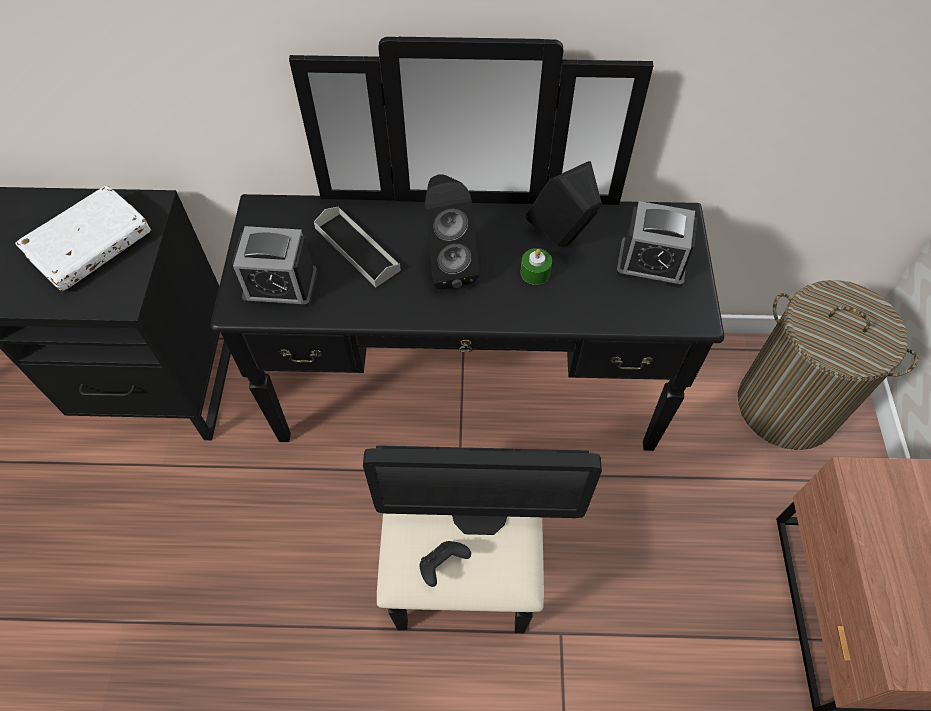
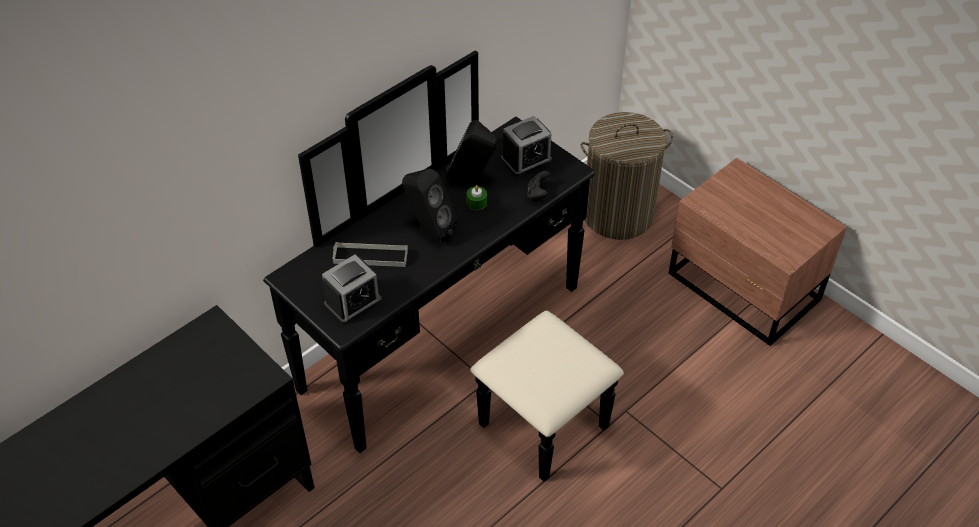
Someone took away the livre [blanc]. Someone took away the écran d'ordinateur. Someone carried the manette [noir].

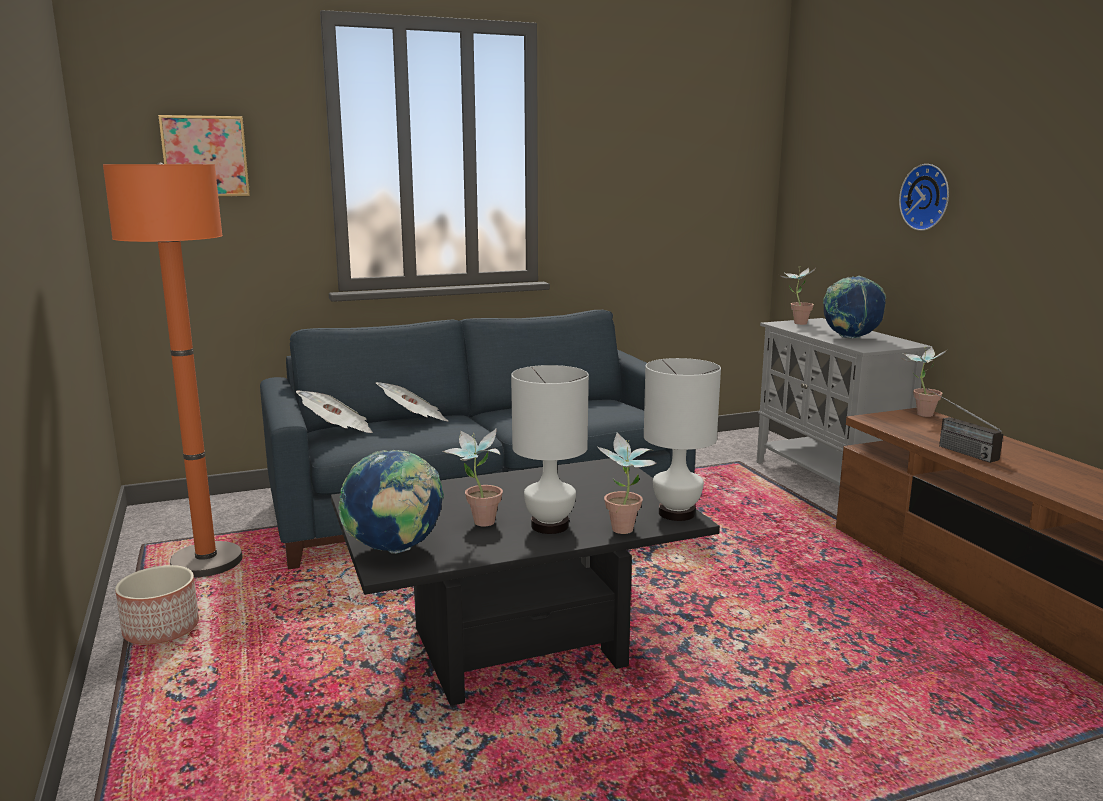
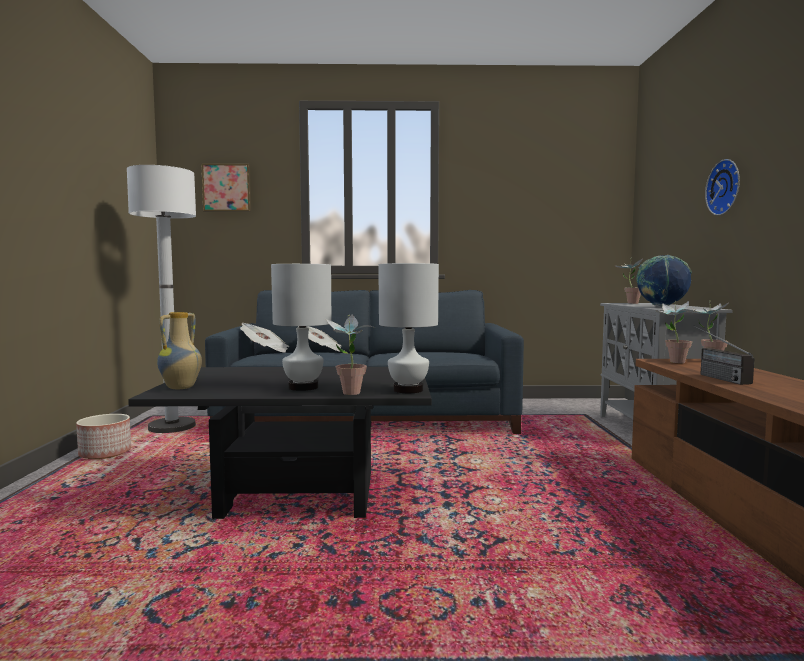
Someone repainted the lampadaire [orange], which became the lampadaire [blanc]. Someone carried the plante en pot (1st from left in the first image). Someone swapped the globe (1st from left) for the vase.

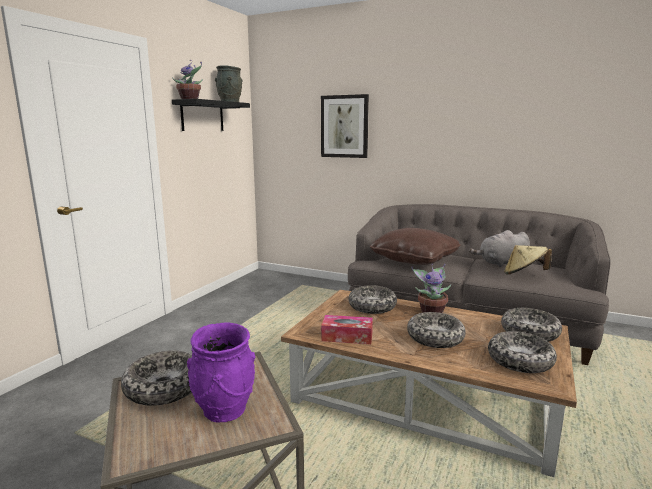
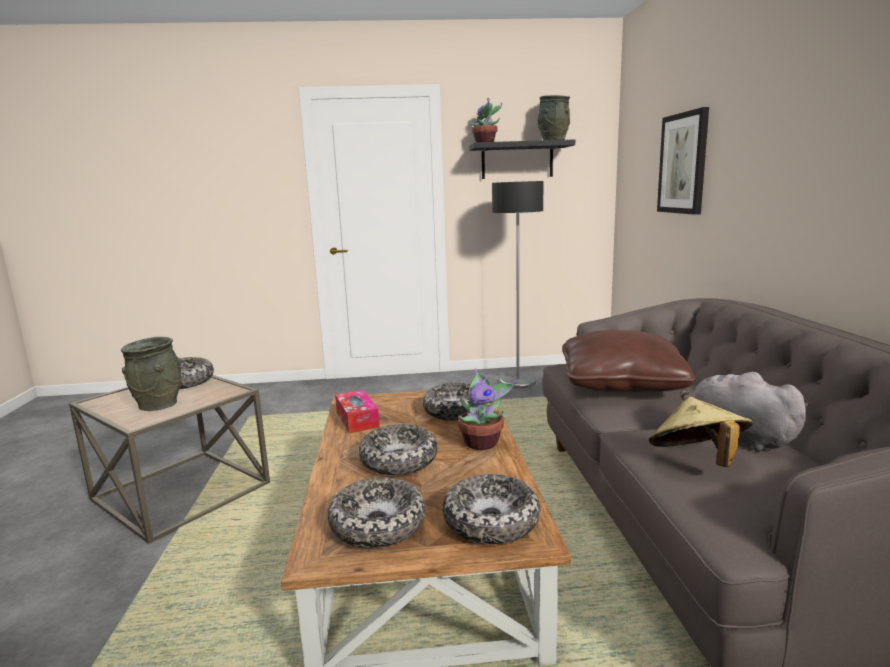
Someone repainted the vase [violet], which became the vase [gris] (1st from left). Someone put down the lampadaire.

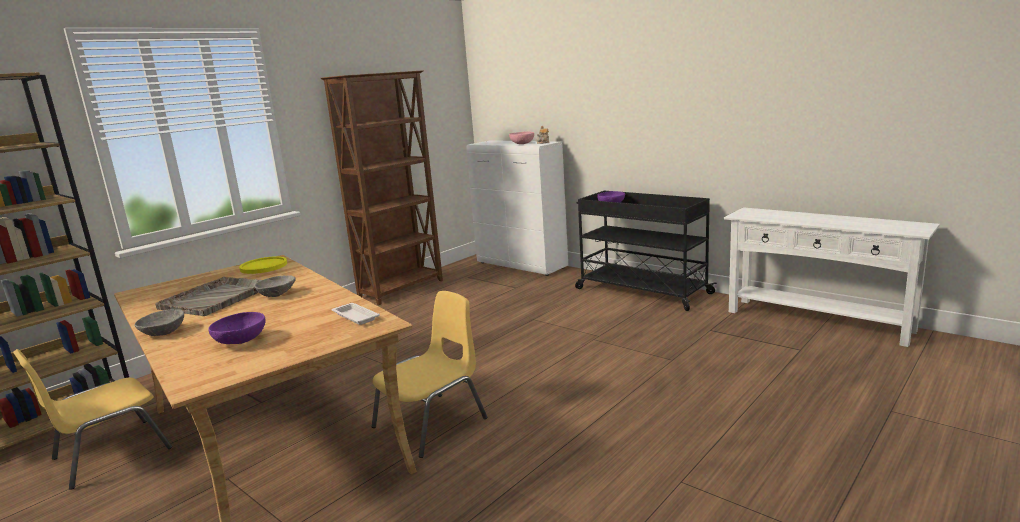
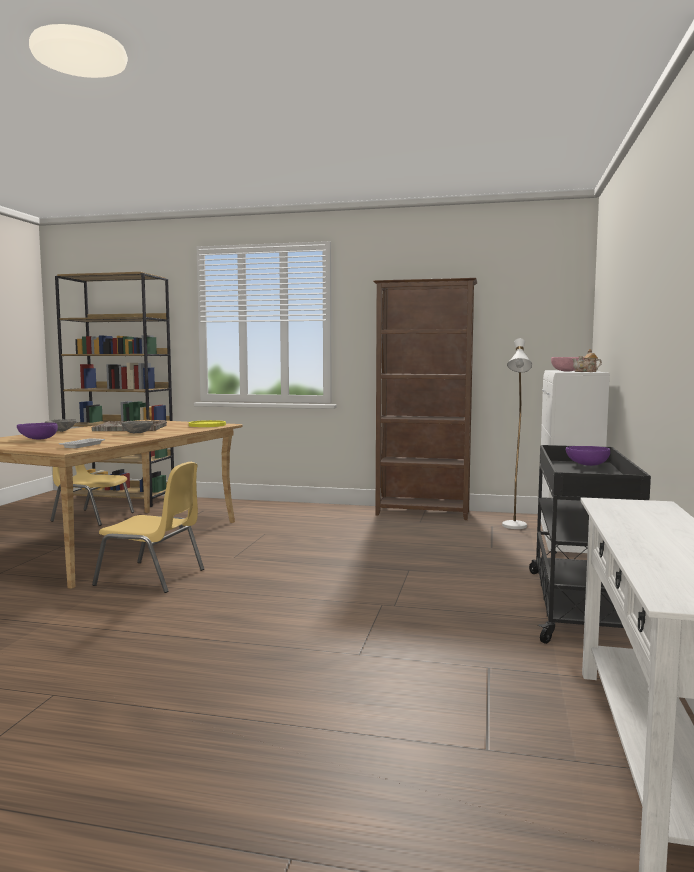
Someone put down the lampadaire [blanc].

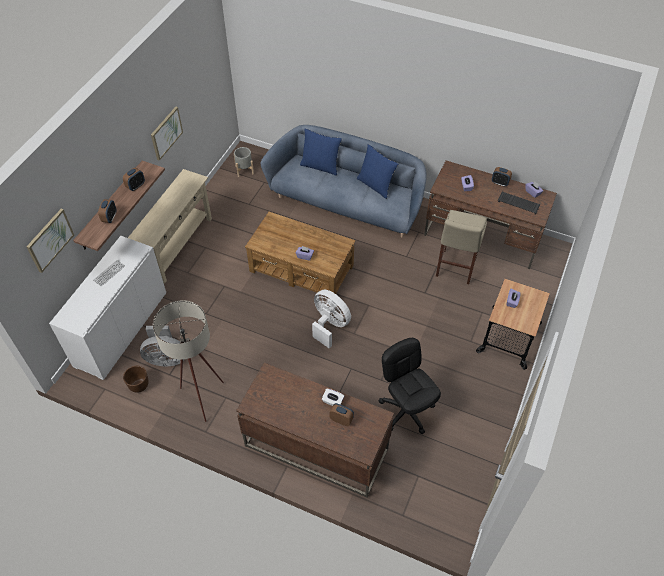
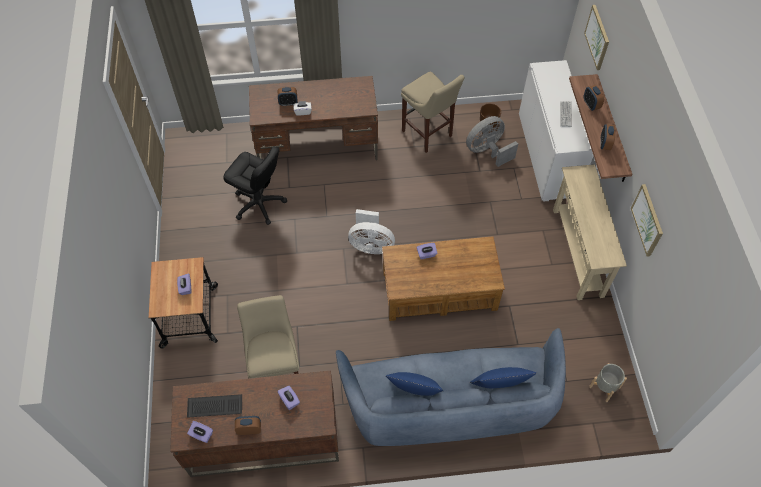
Someone swapped the lampadaire [beige] for the tabouret [beige] (2nd from left).

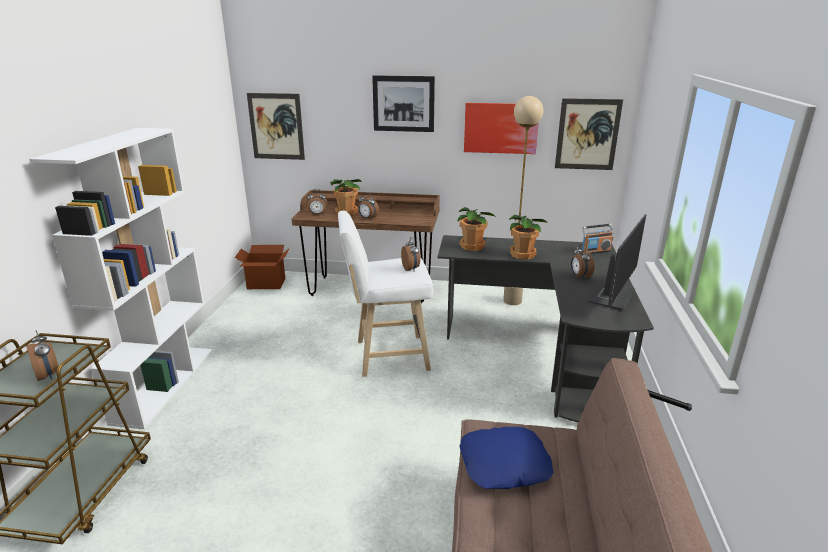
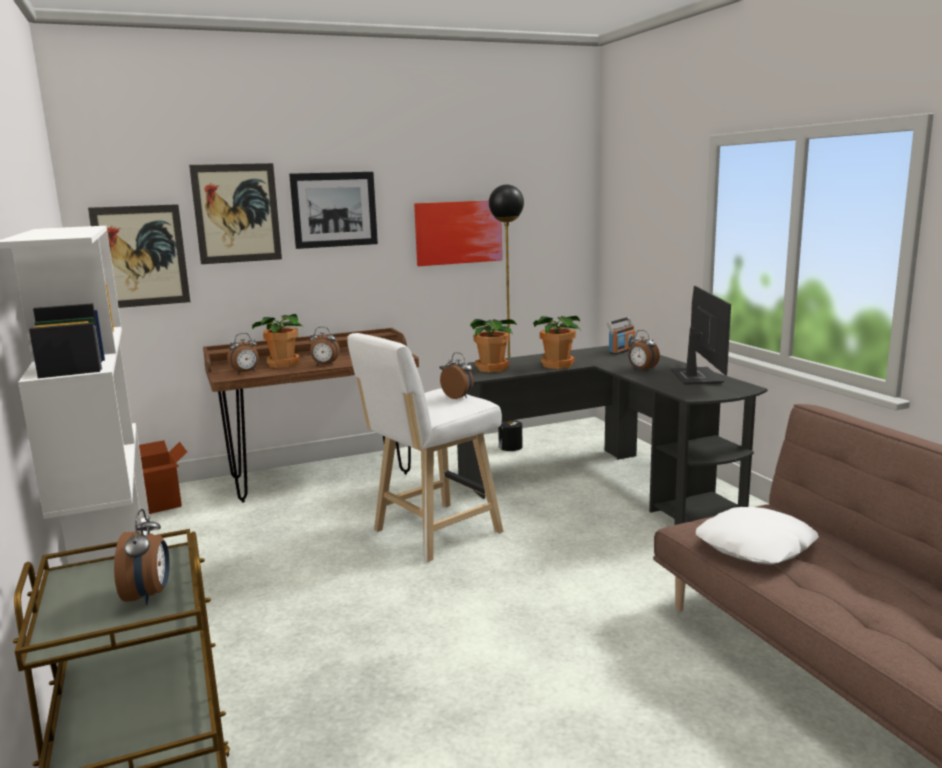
Someone repainted the lampadaire [beige], which became the lampadaire [noir]. Someone carried the tableau (4th from left in the first image). Someone rotated the réveil (1st from left) by 60 degrees clockwise. Someone repainted the coussin [bleu], which became the coussin [blanc].

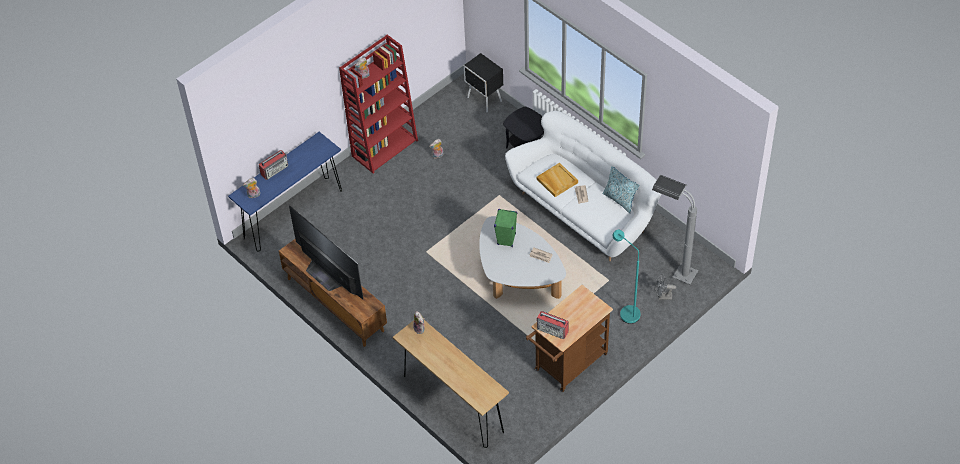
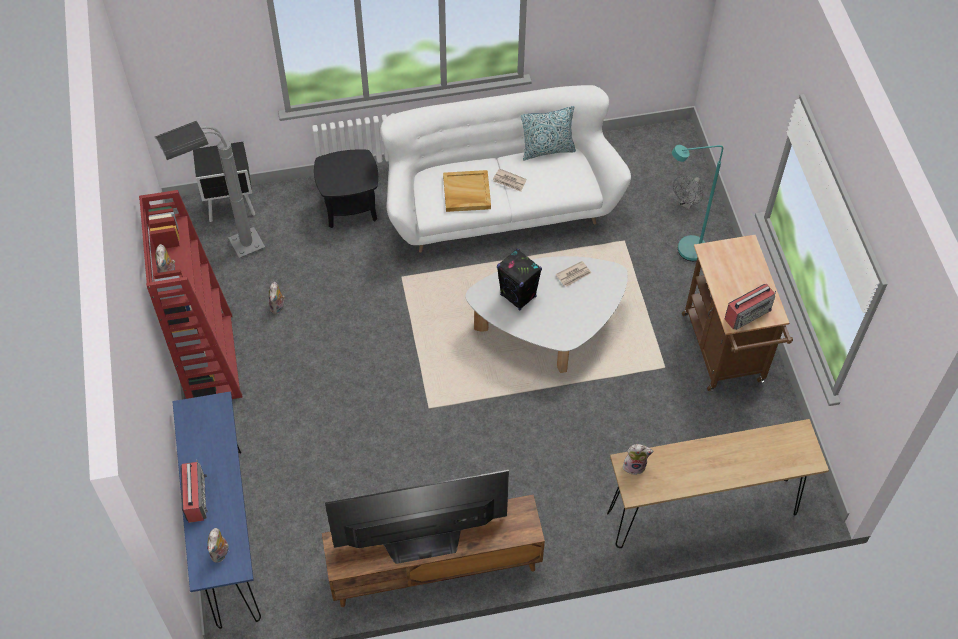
Someone carried the lampadaire [gris]. Someone repainted the enceinte [vert], which became the enceinte [noir].

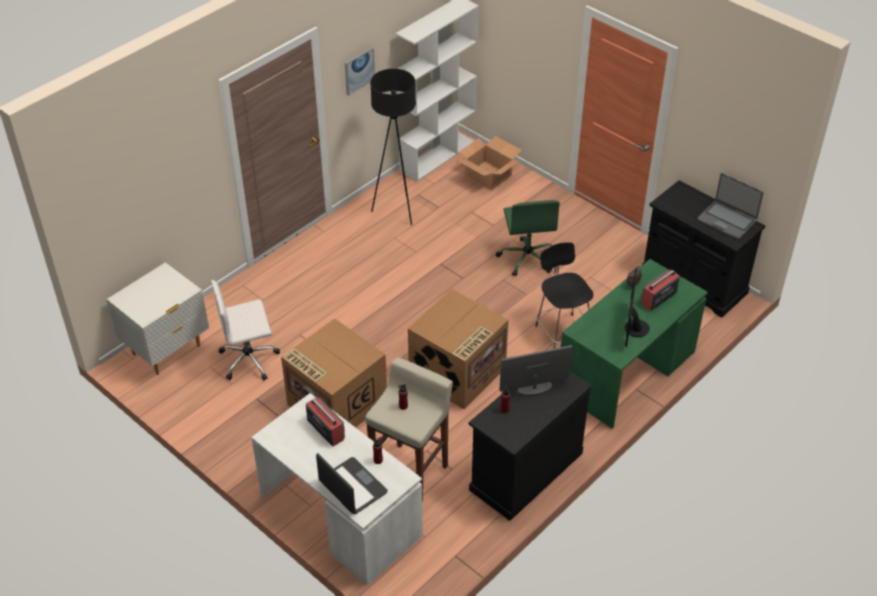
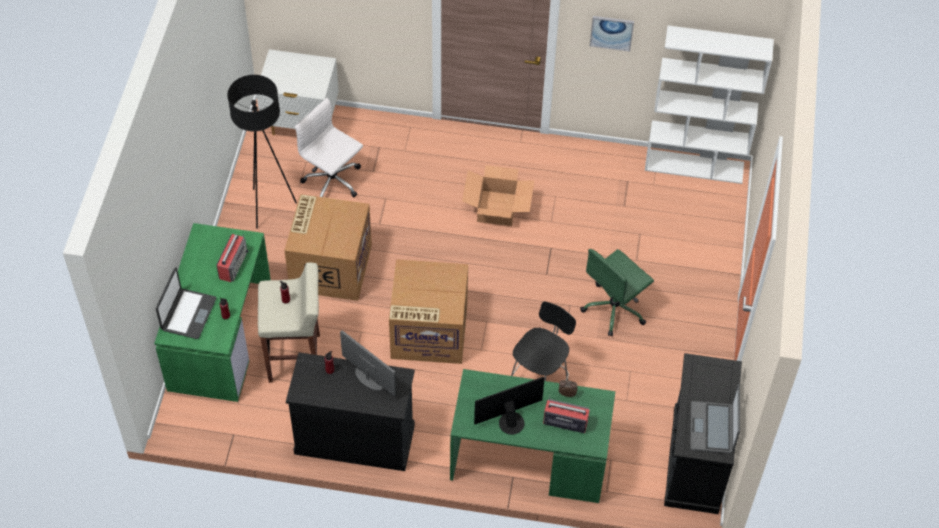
Someone carried the lampadaire [noir]. Someone carried the carton (3rd from left). Someone repainted the bureau [blanc], which became the bureau [vert] (1st from left).

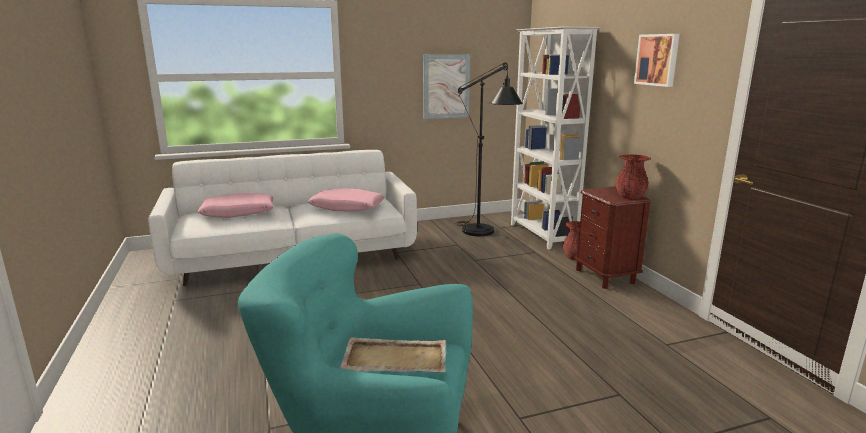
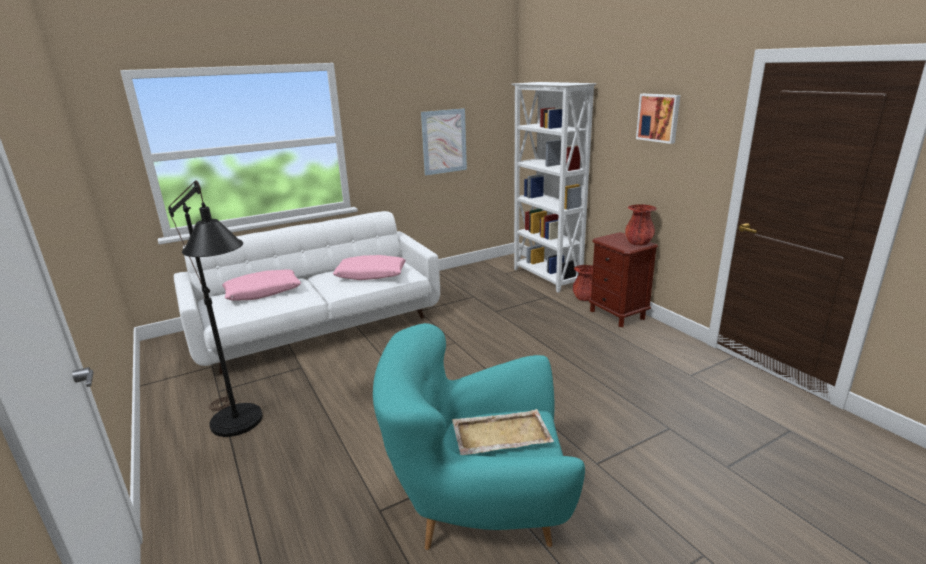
Someone carried the lampadaire [noir].

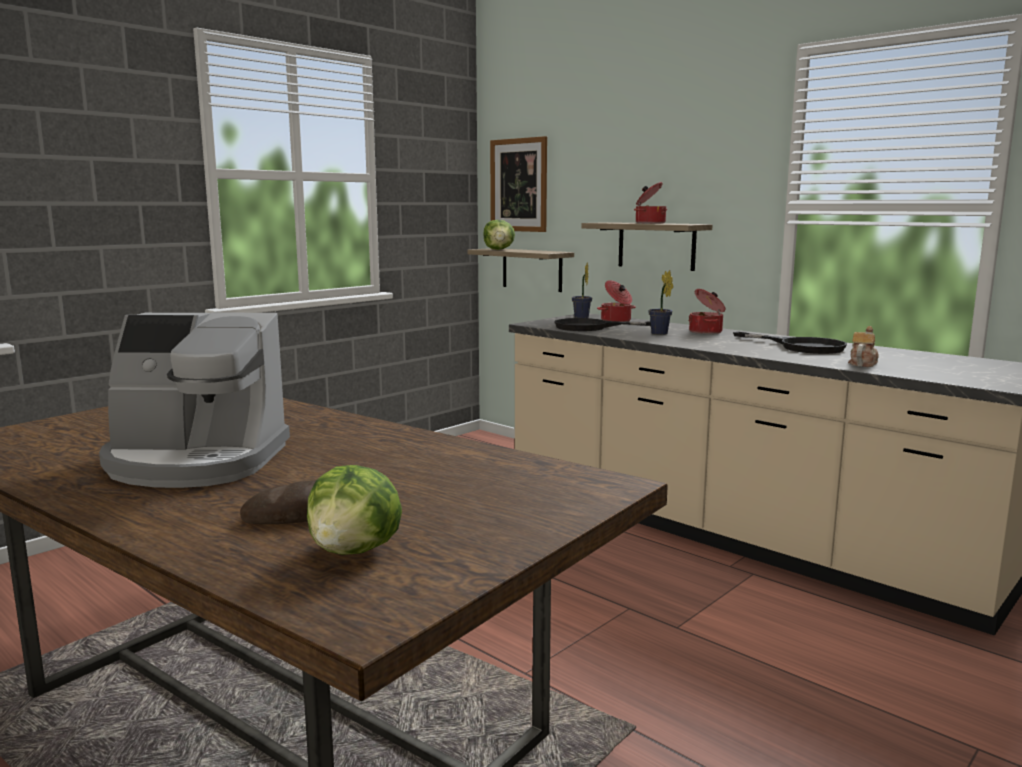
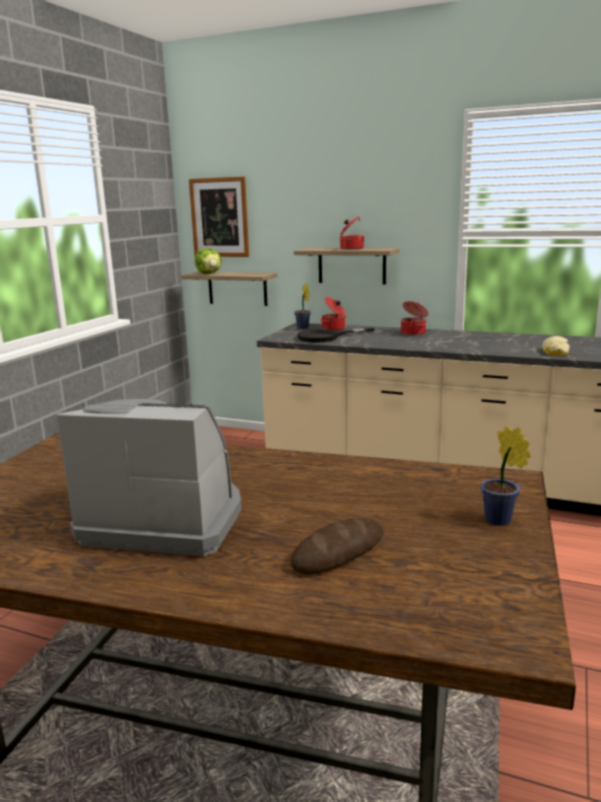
Someone carried the plante en pot (2nd from left). Someone rotated the machine à café by 150 degrees counterclockwise. Someone swapped the théière for the pain (2nd from left). Someone took away the poêle [noir] (2nd from left). Someone took away the laitue (1st from left).

